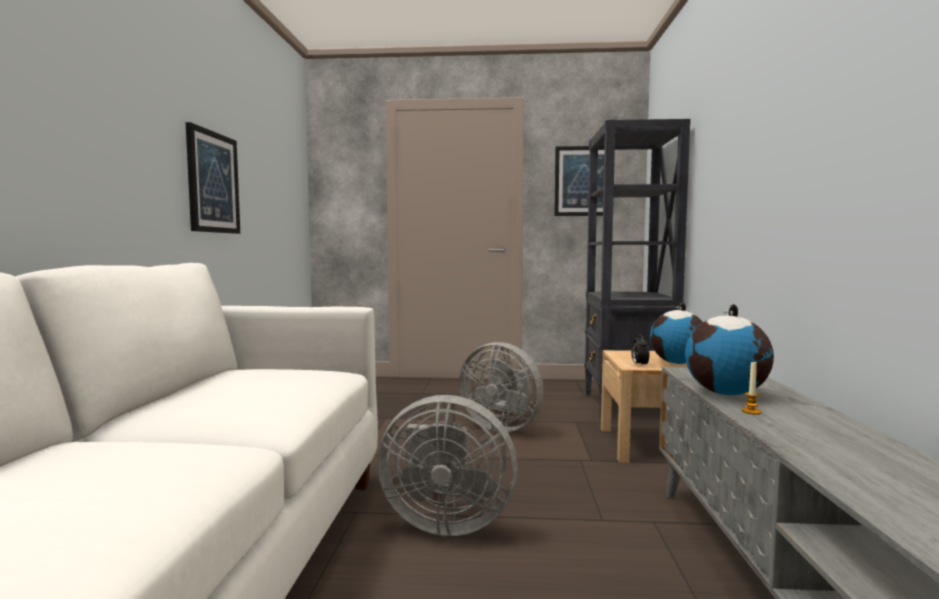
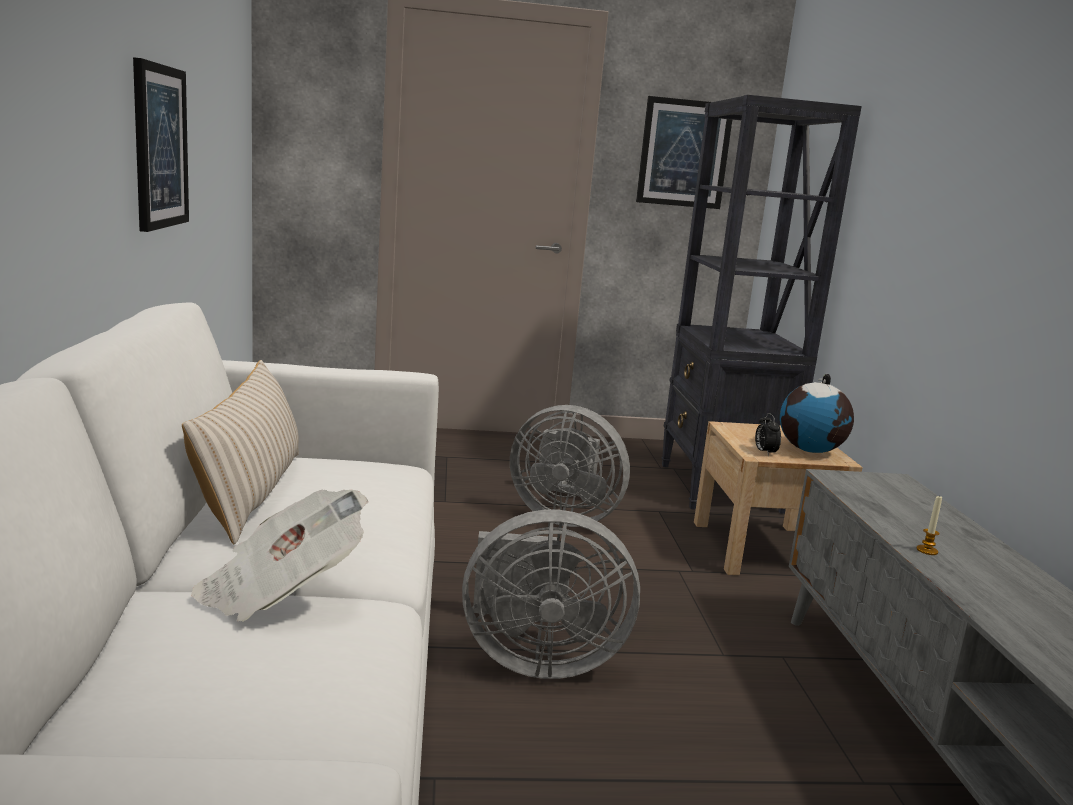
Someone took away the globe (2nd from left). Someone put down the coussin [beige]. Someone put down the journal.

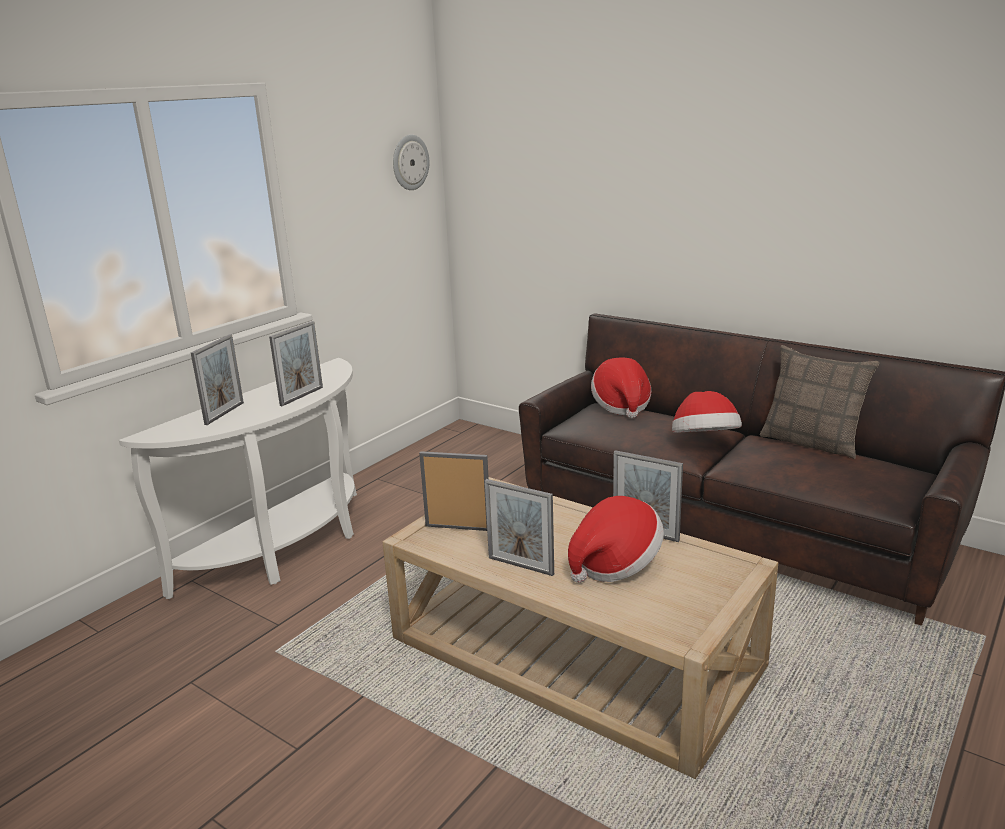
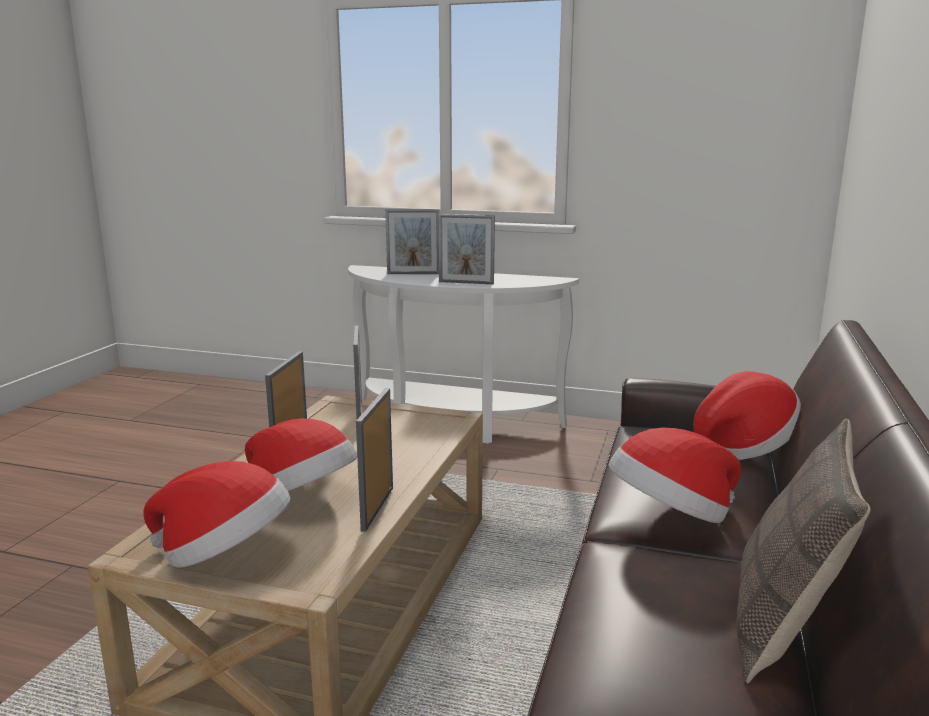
Someone took away the horloge murale. Someone put down the chapeau (1st from left).

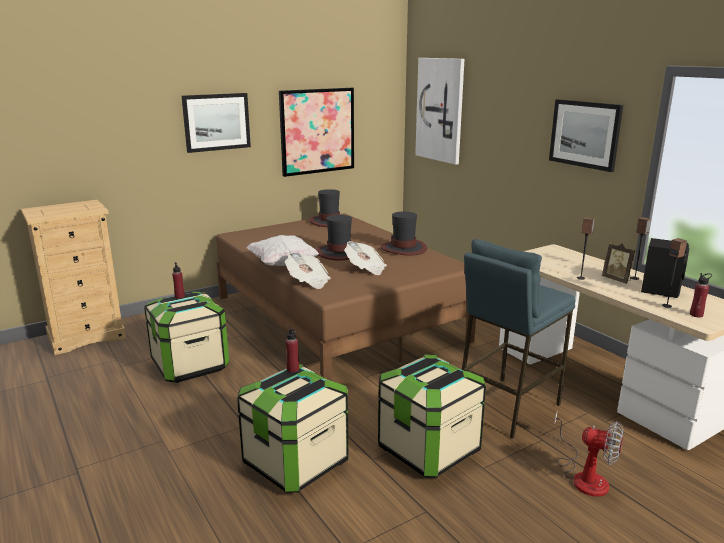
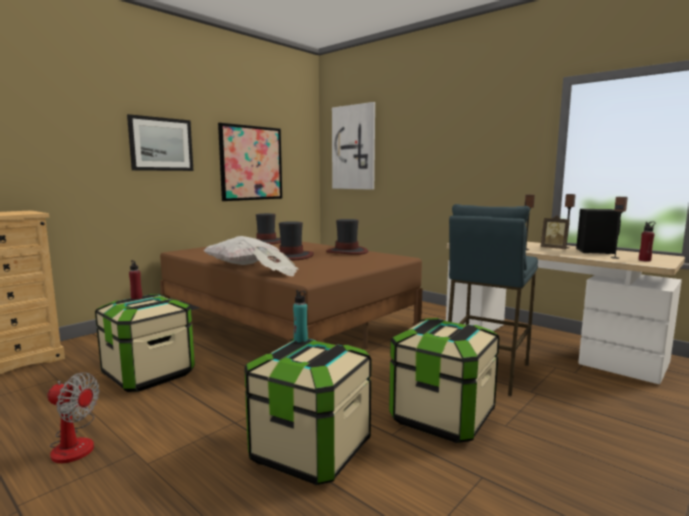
Someone took away the tableau (4th from left). Someone took away the journal (2nd from left). Someone repainted the bouteille [rouge] (2nd from left), which became the bouteille [turquoise]. Someone carried the ventilateur.

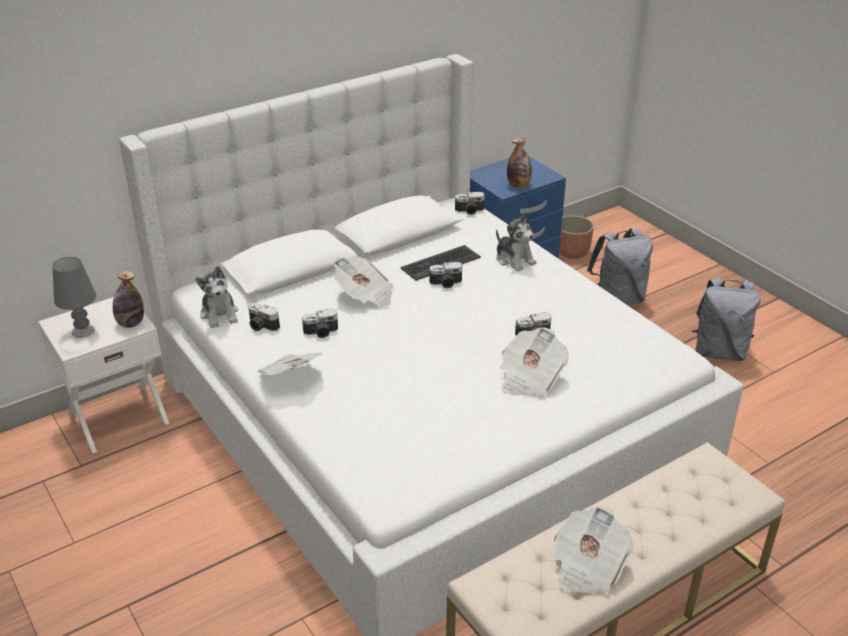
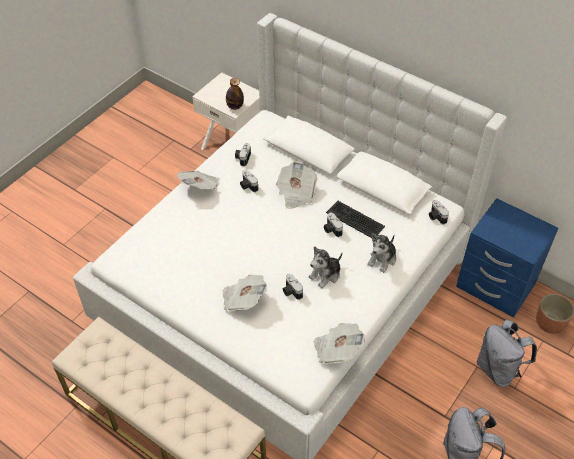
Someone took away the bouteille (2nd from left). Someone took away the lampe de table [gris]. Someone carried the peluche (1st from left). Someone carried the journal (4th from left).

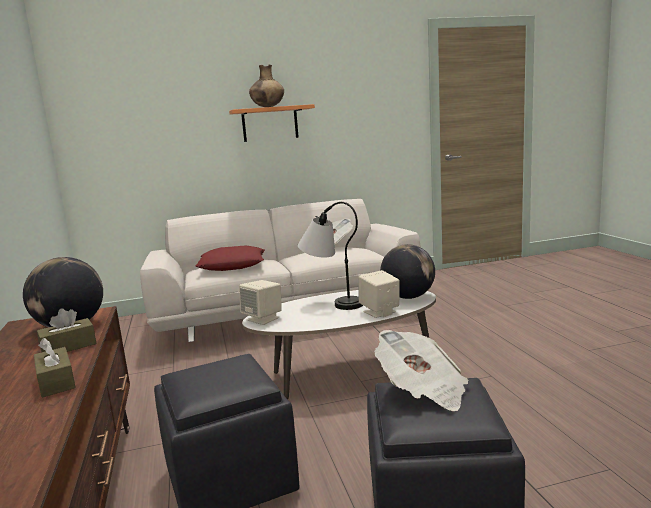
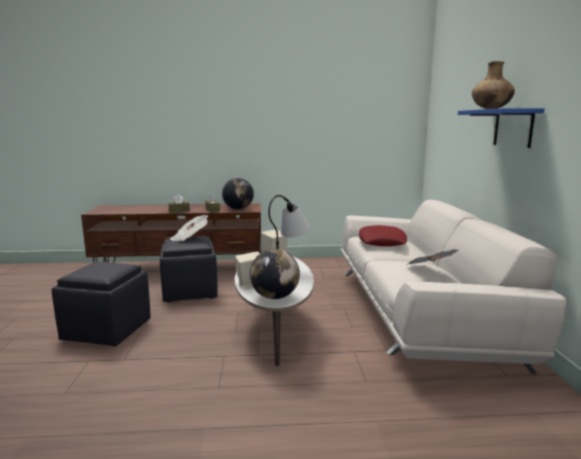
Someone repainted the étagère [orange], which became the étagère [bleu]. Someone carried the journal (2nd from left in the first image).

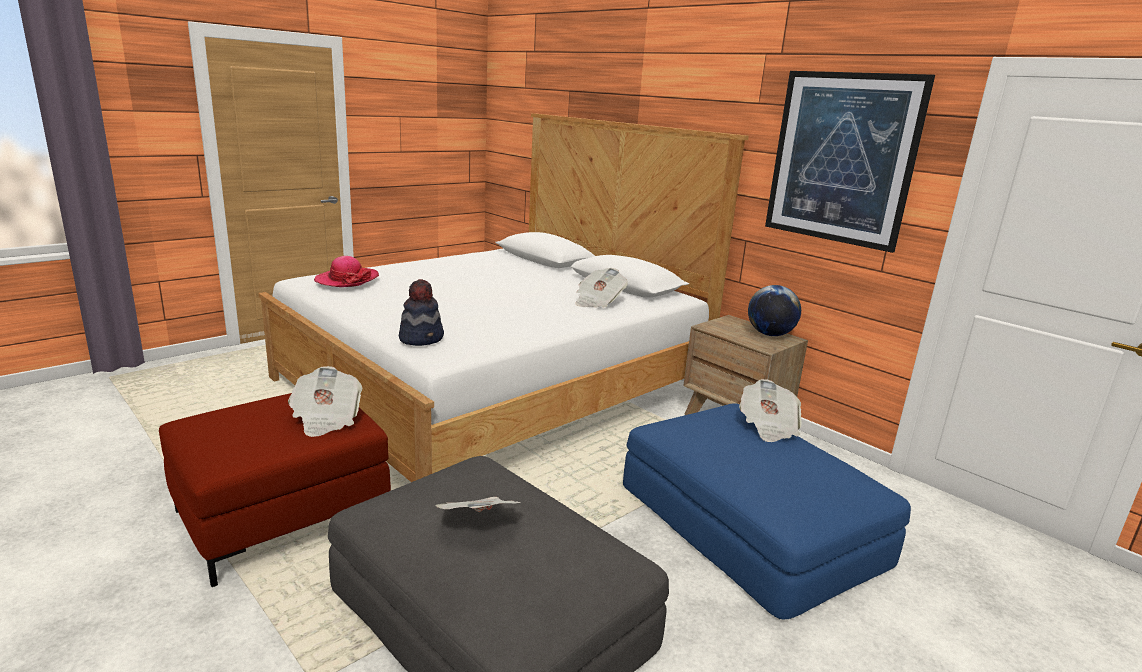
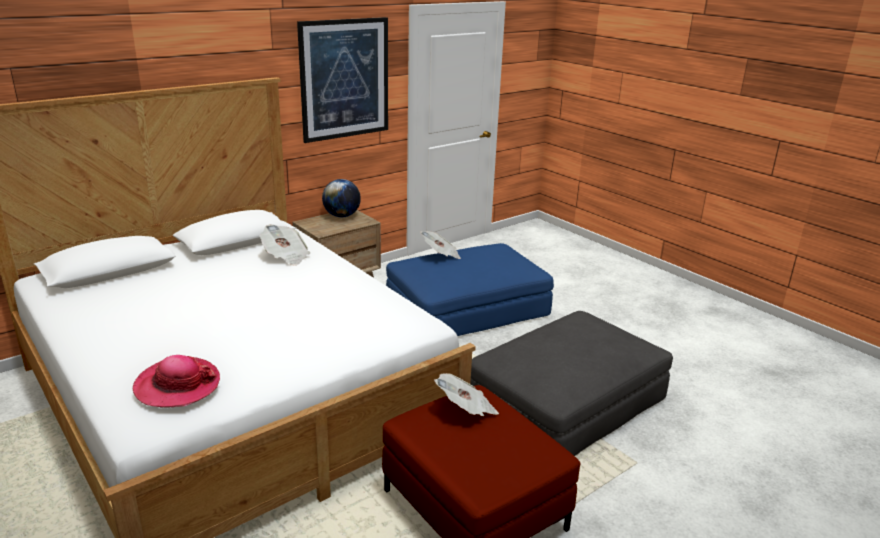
Someone took away the chapeau (2nd from left). Someone took away the journal (2nd from left).

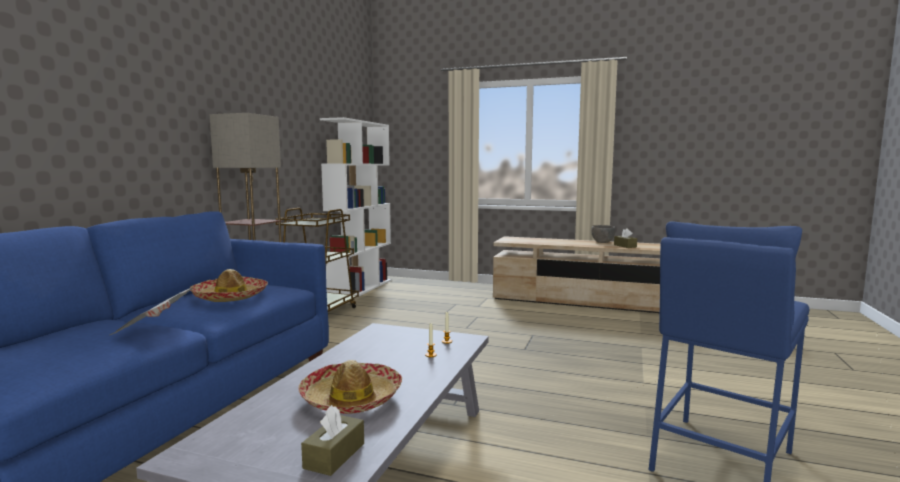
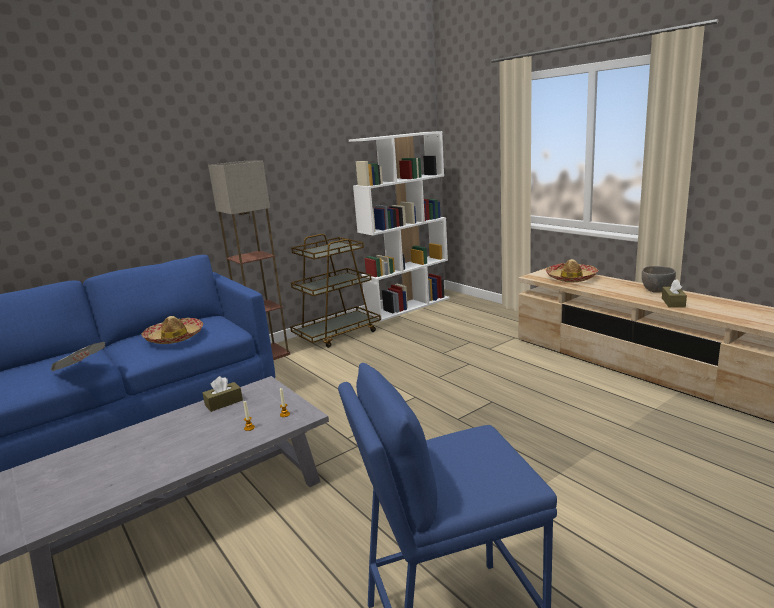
Someone carried the chapeau (2nd from left). Someone carried the boîte à mouchoirs [marron] (1st from left).

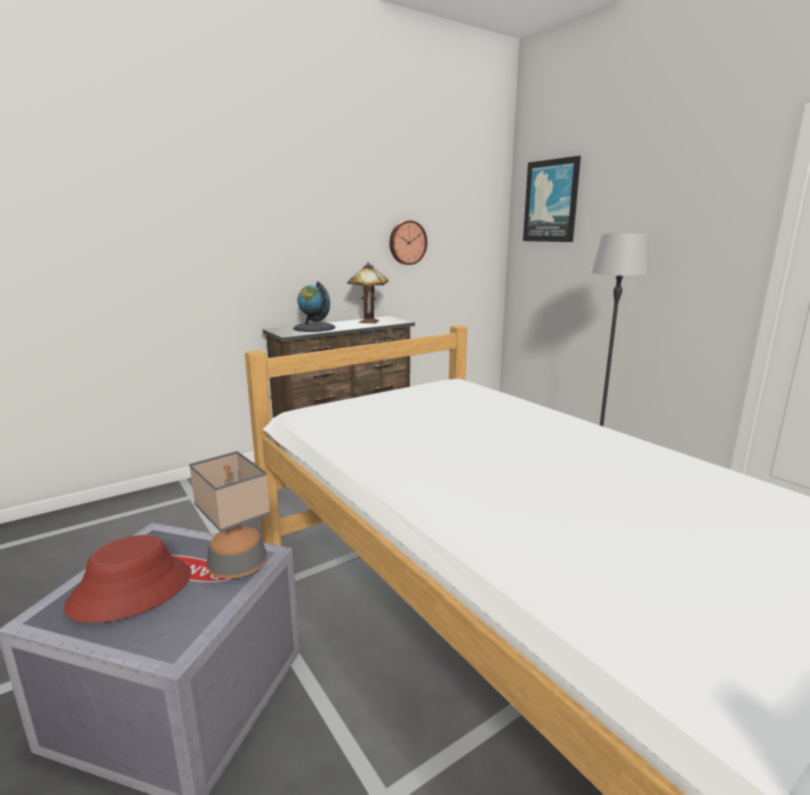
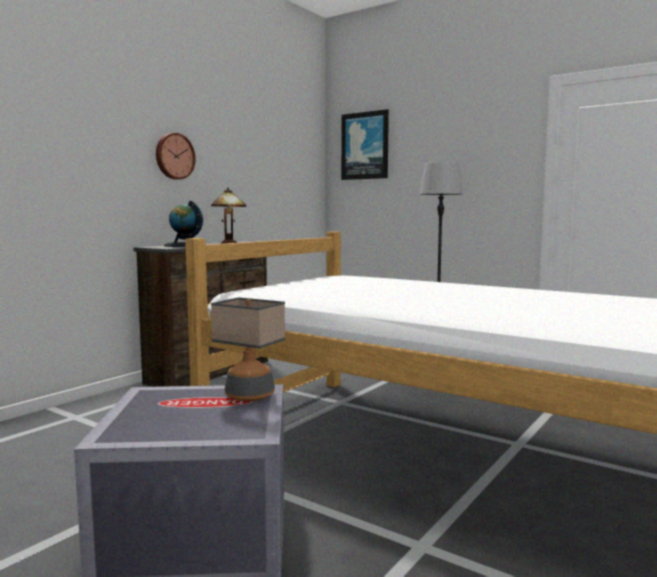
Someone carried the horloge murale. Someone took away the chapeau [rouge].

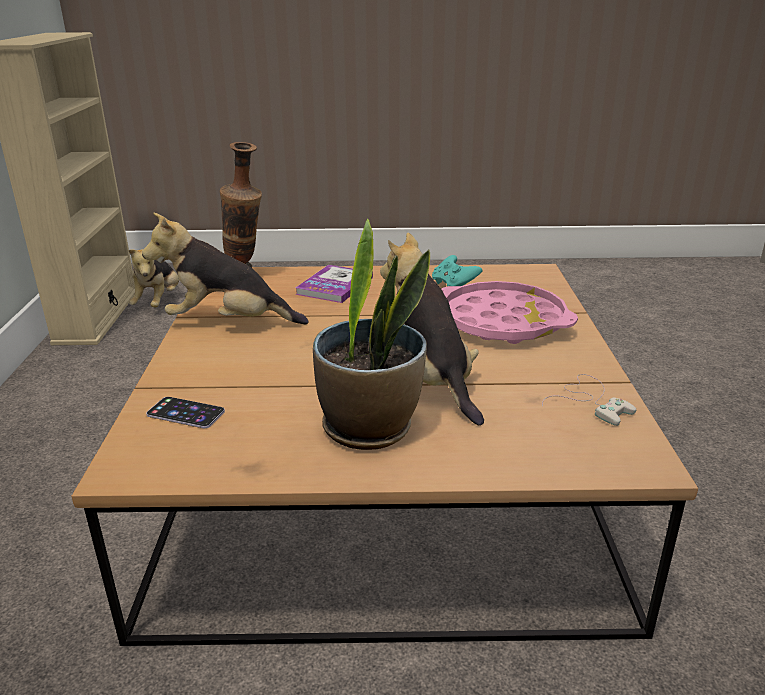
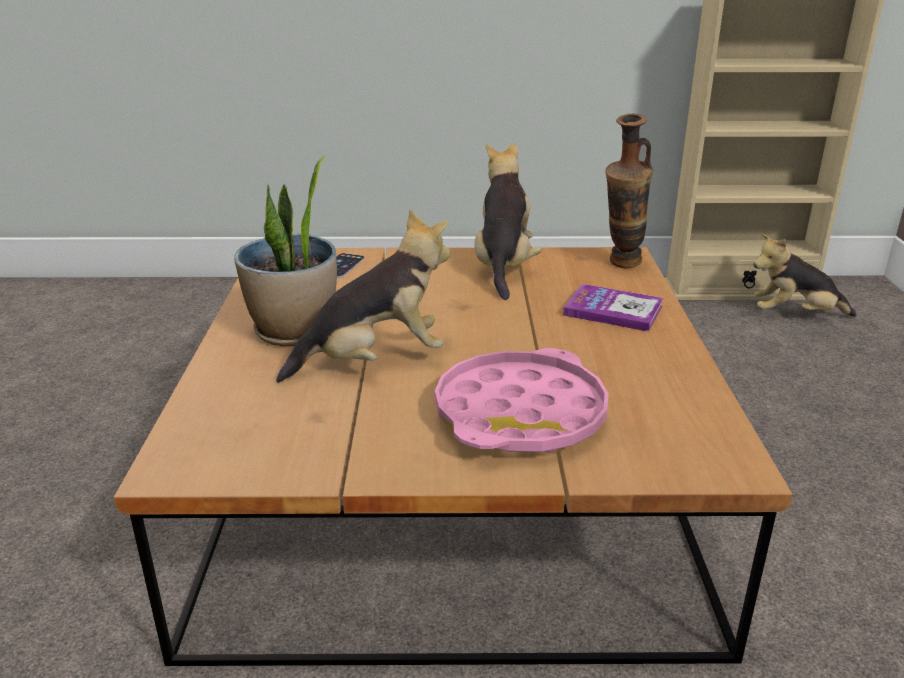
Someone took away the manette [turquoise]. Someone took away the manette [blanc].

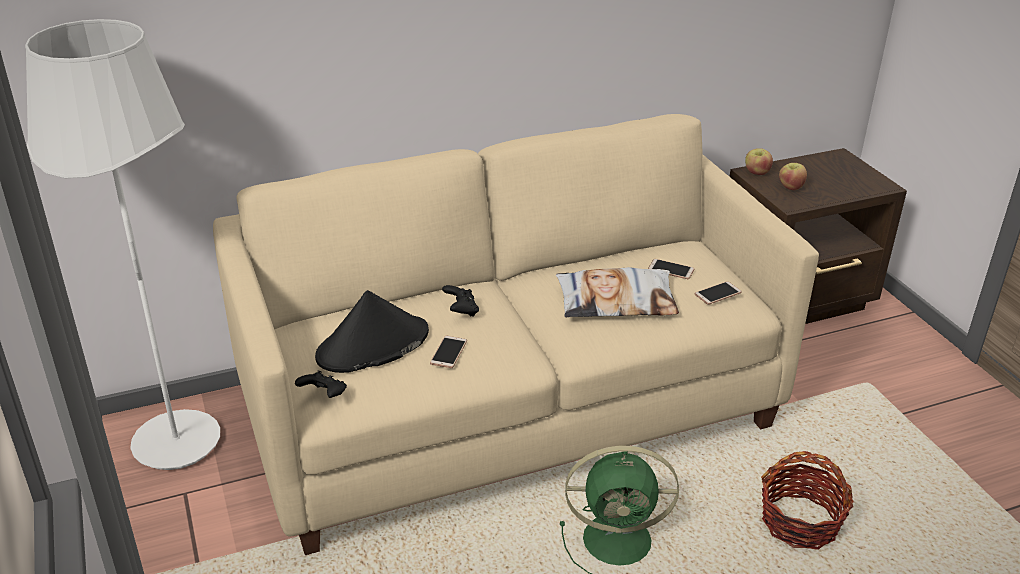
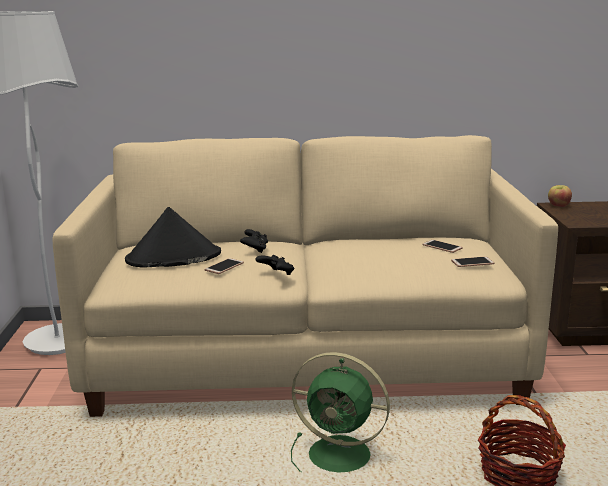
Someone took away the pomme (2nd from left). Someone took away the coussin. Someone carried the manette [noir] (1st from left in the first image).

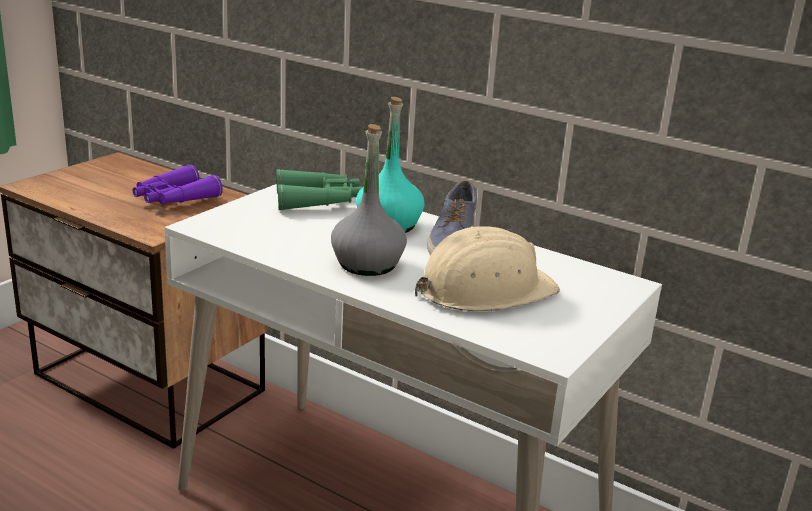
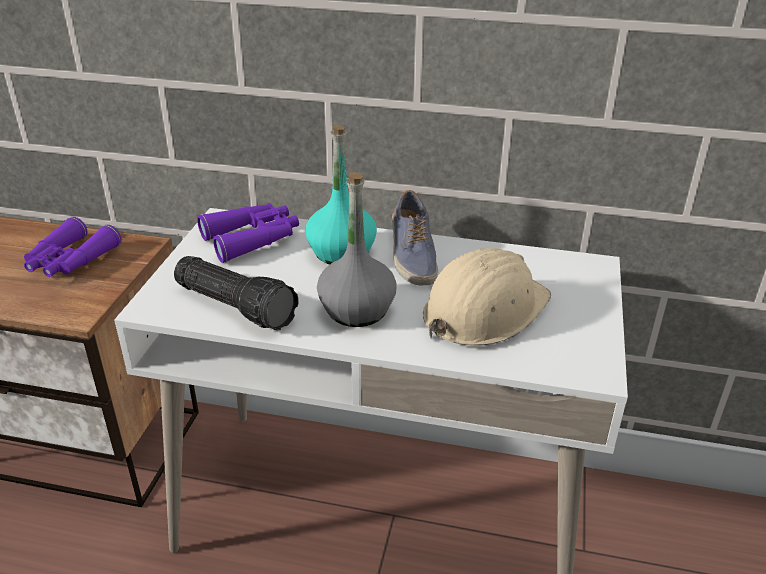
Someone repainted the jumelles [vert], which became the jumelles [violet] (2nd from left). Someone put down the lampe de poche.

